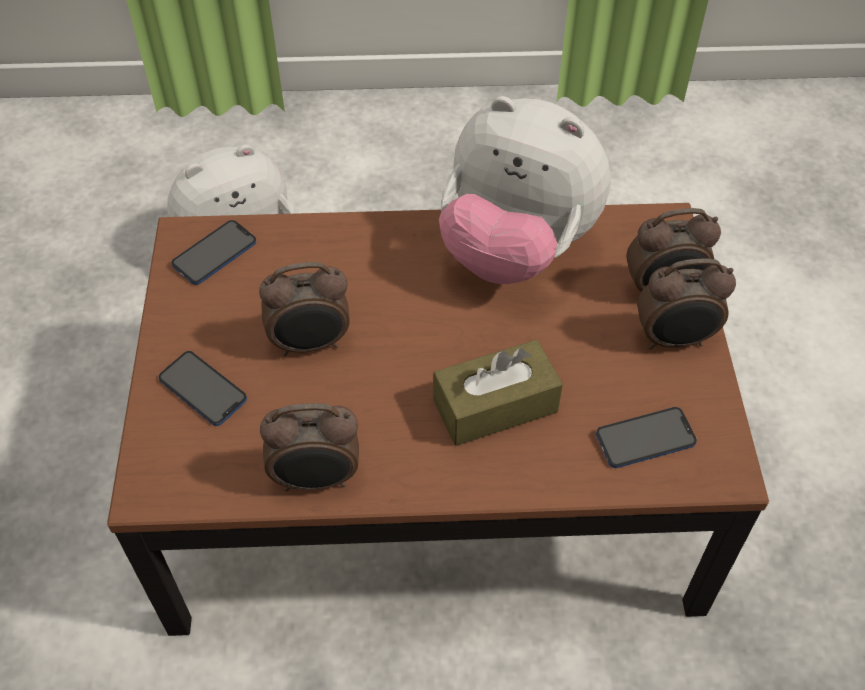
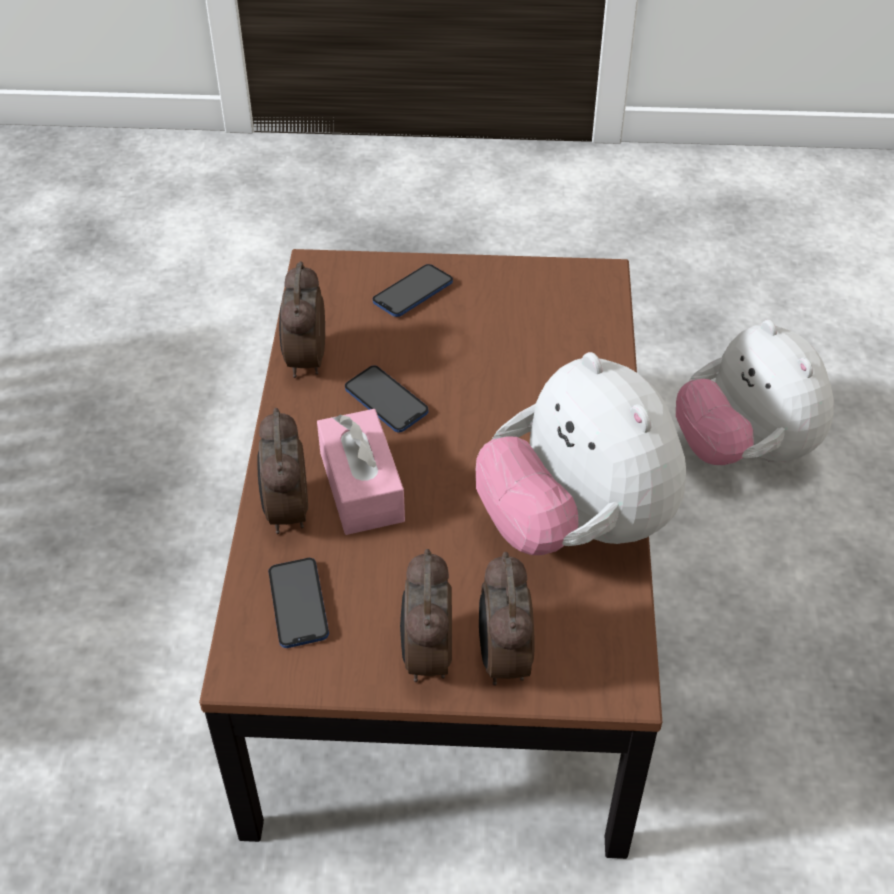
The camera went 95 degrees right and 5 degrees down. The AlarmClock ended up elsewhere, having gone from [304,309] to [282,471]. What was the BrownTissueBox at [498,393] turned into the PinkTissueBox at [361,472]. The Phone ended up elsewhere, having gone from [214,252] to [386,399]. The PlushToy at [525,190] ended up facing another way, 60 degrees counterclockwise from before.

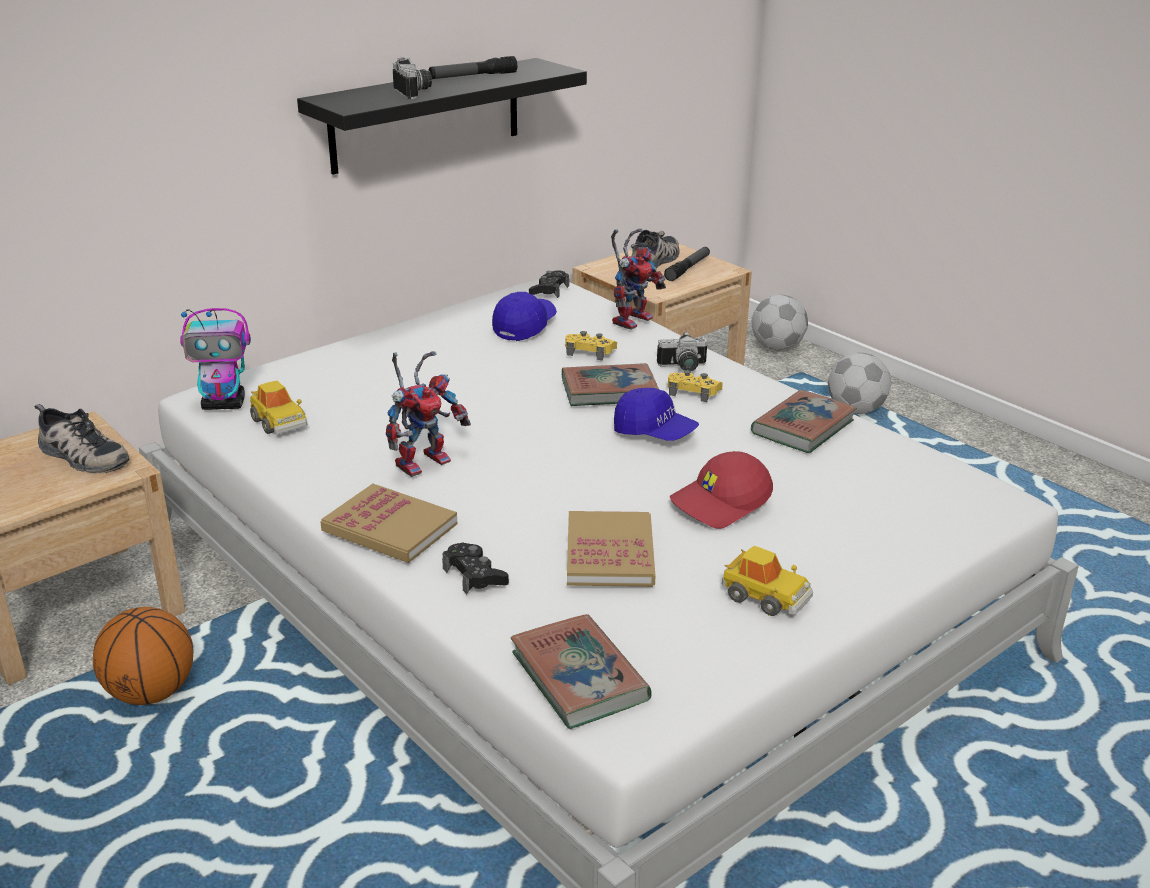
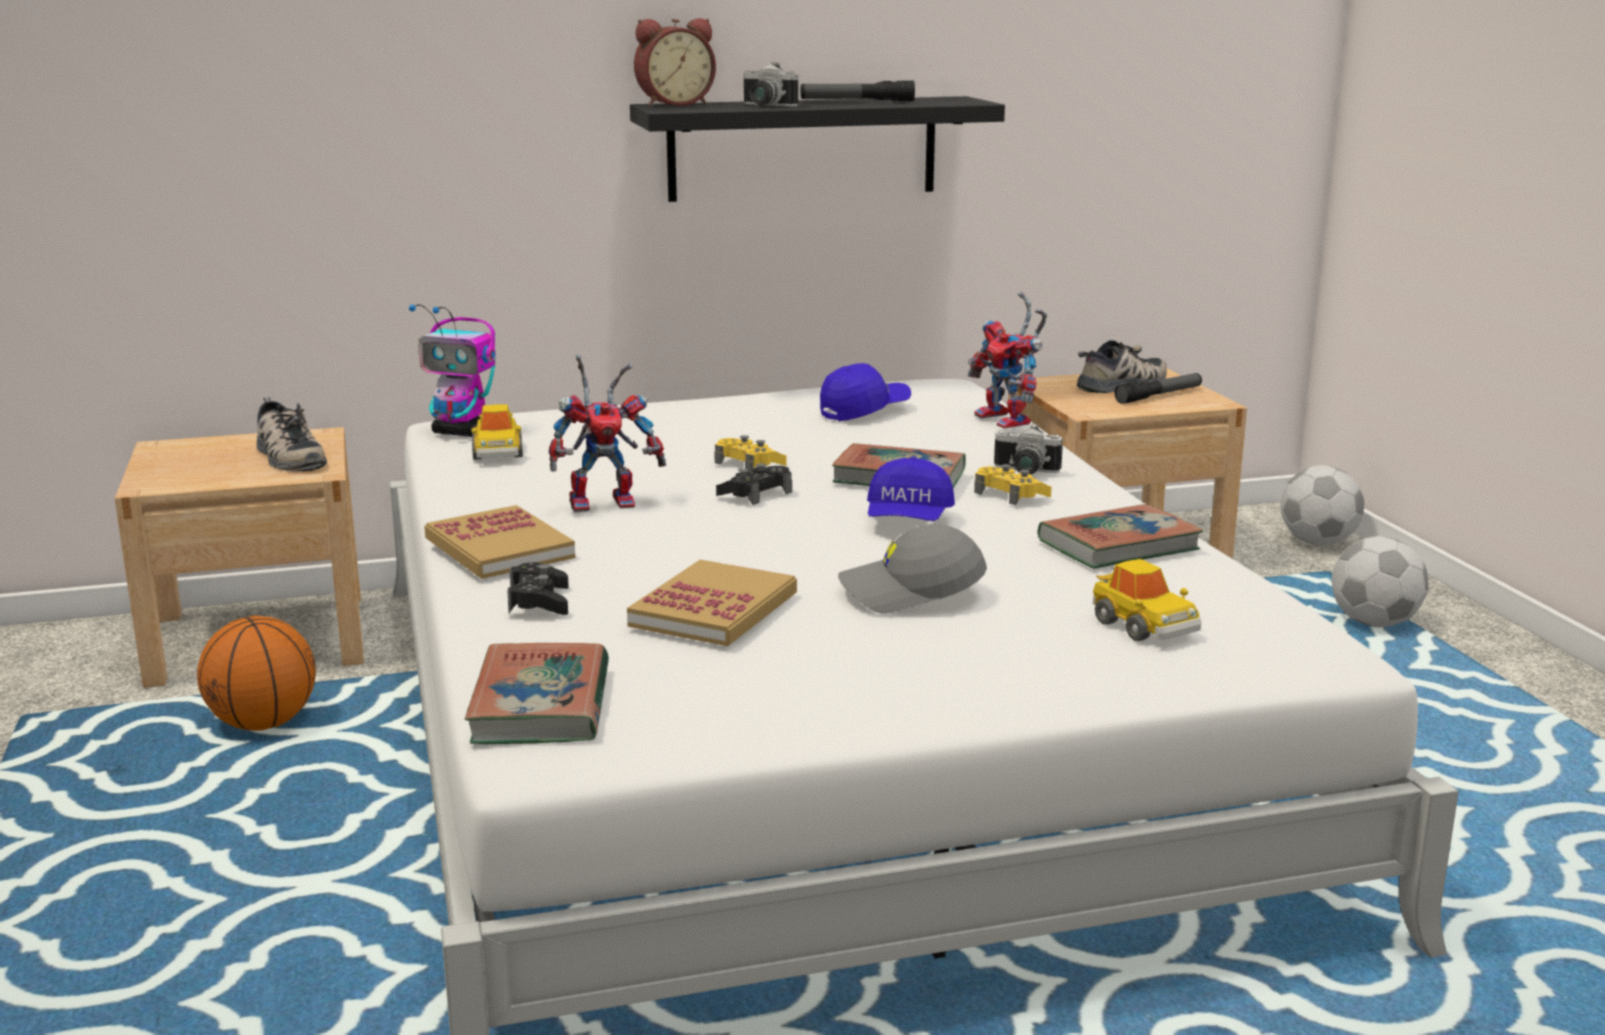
The camera went 25 degrees right and 10 degrees down. The second view gained the AlarmClock at [675,62]. The YellowGameController ended up elsewhere, having gone from [591,346] to [751,454]. The BlackGameController ended up elsewhere, having gone from [549,284] to [754,484]. The PhotoCamera at [412,78] ended up facing another way, 120 degrees clockwise from before. What was the RedCap at [721,490] turned into the GreyCap at [912,569]. The BlueCap at [656,414] ended up facing another way, 45 degrees clockwise from before. The ToyRobot at [638,279] ended up facing another way, 90 degrees clockwise from before. The ToyCar ended up elsewhere, having gone from [767,581] to [1147,600].

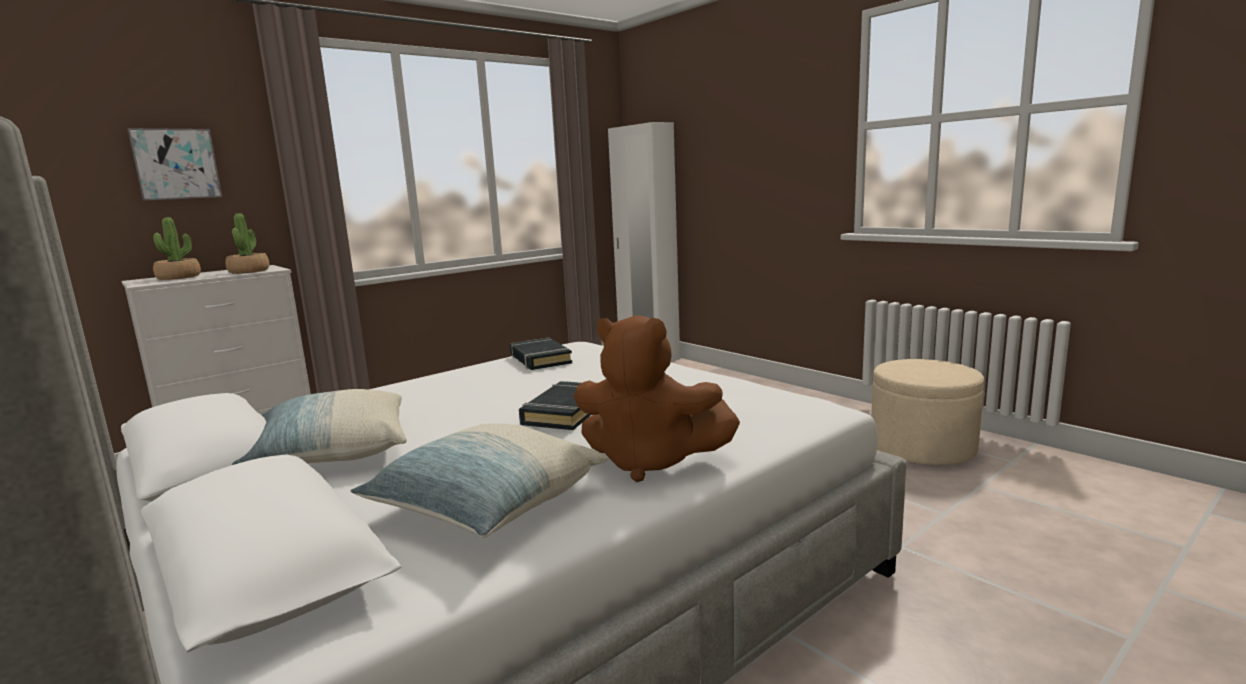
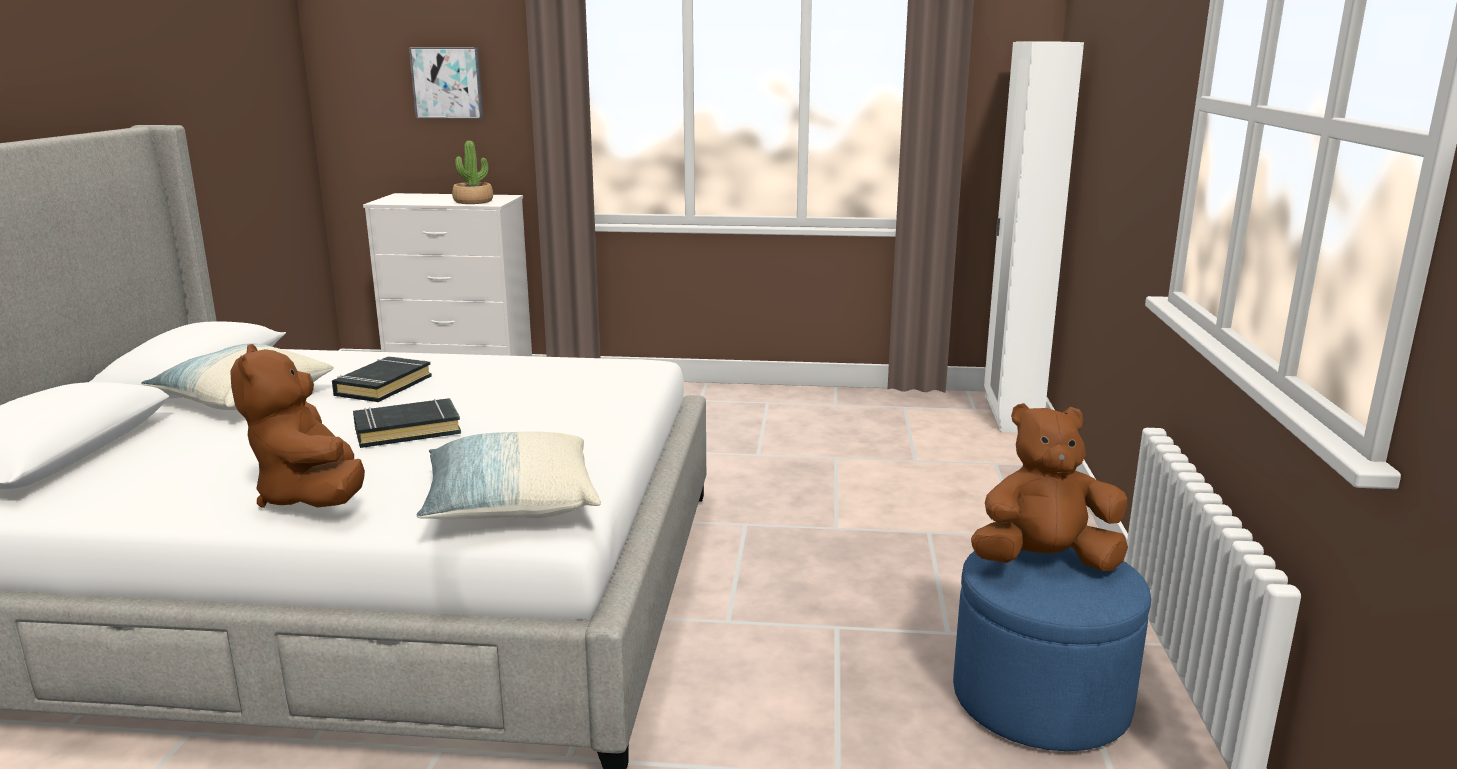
The camera went 45 degrees right and 5 degrees up. The BlackBook ended up elsewhere, having gone from [541,354] to [382,379]. The Pillow ended up elsewhere, having gone from [479,480] to [509,475]. What was the BeigeOttoman at [927,412] turned into the BlueOttoman at [1052,649]. The second view gained the BrownPlushToy at [1049,487]. The second view lost the PottedPlant at [177,248].

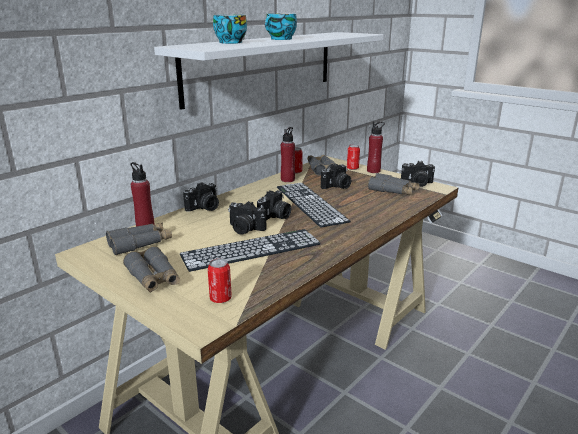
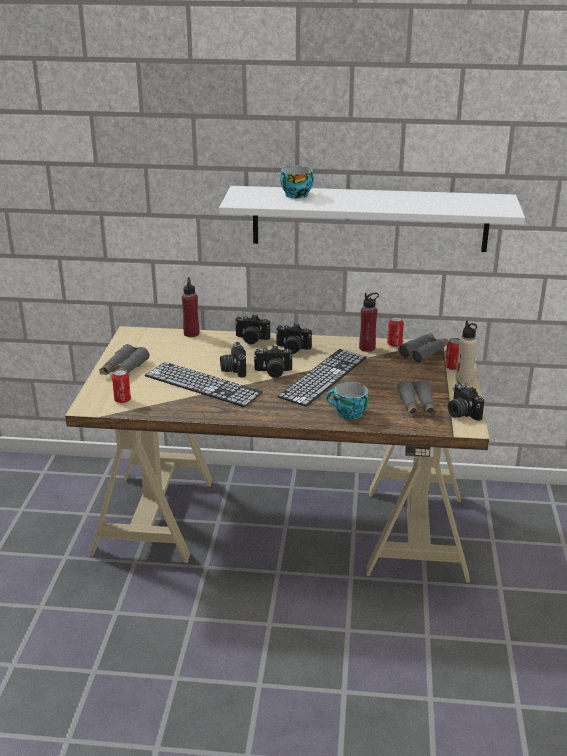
The camera went 55 degrees right and 5 degrees up. The PhotoCamera ended up elsewhere, having gone from [336,176] to [293,338]. The Cup ended up elsewhere, having gone from [281,26] to [347,401]. What was the RedBottle at [376,147] turned into the BeigeBottle at [466,352]. The second view lost the GreyBinoculars at [139,239].

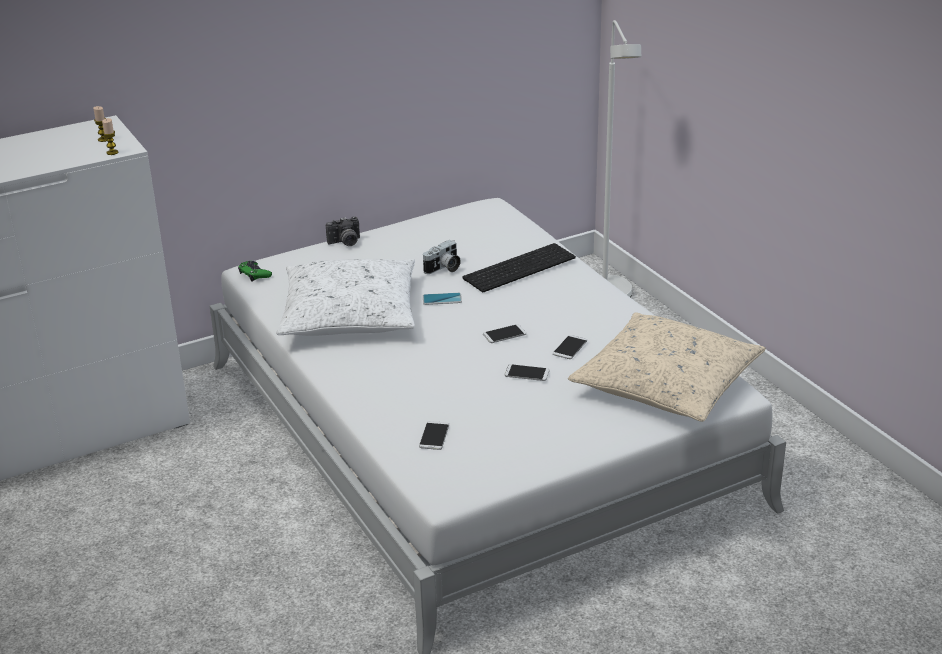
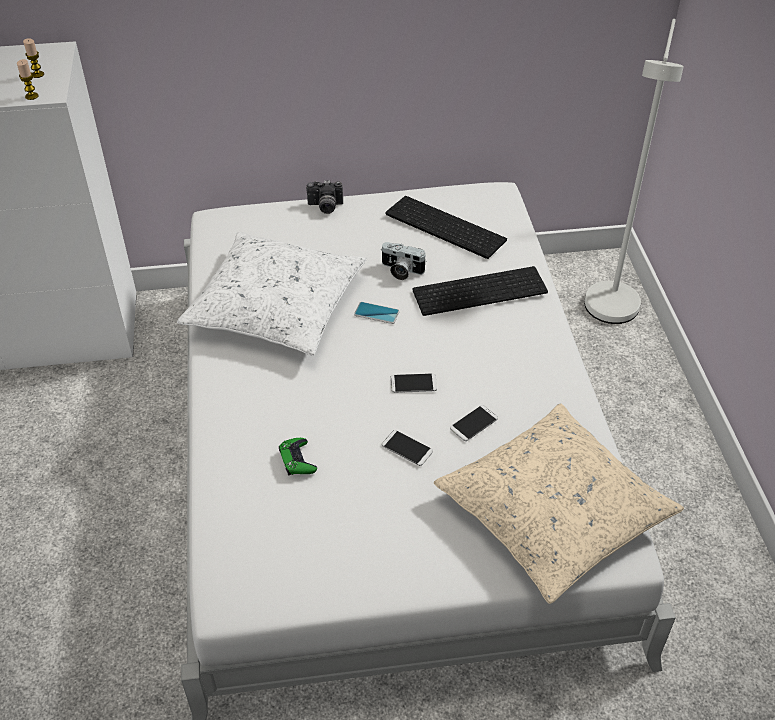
The camera went 20 degrees right and 15 degrees up. The GreenGameController ended up elsewhere, having gone from [255,271] to [298,456]. The PhotoCamera at [442,257] ended up facing another way, 45 degrees clockwise from before. The second view gained the Keyboard at [446,227]. The second view lost the Phone at [434,435].

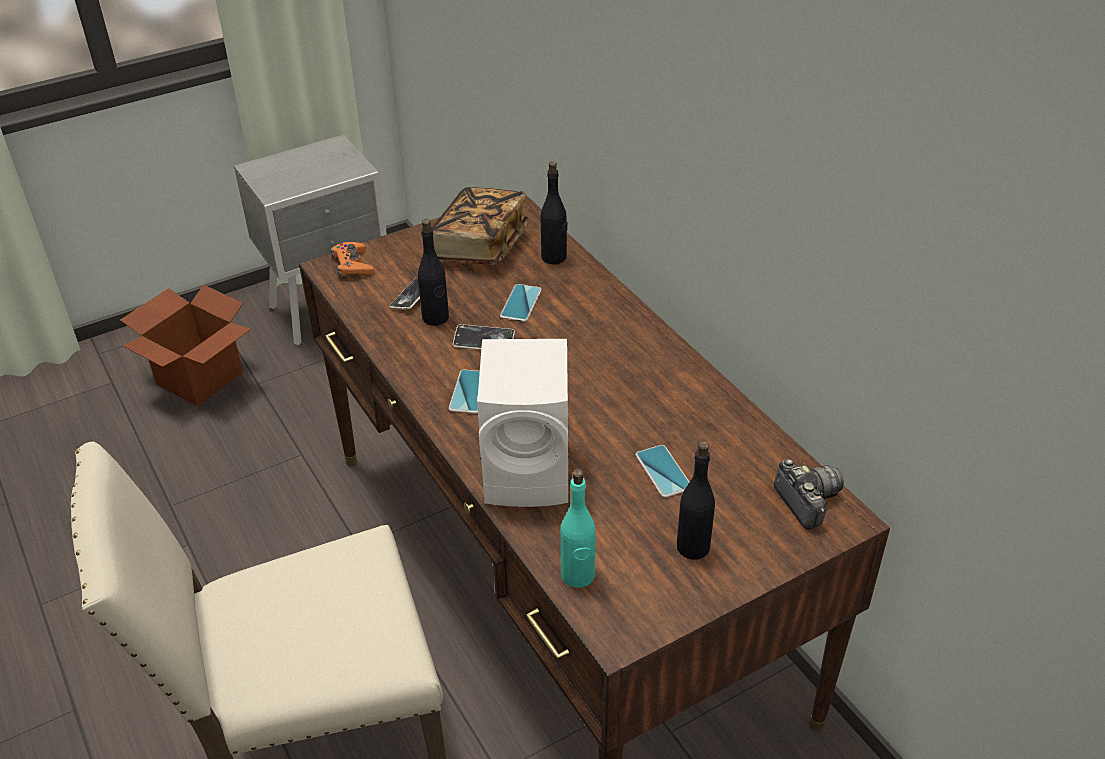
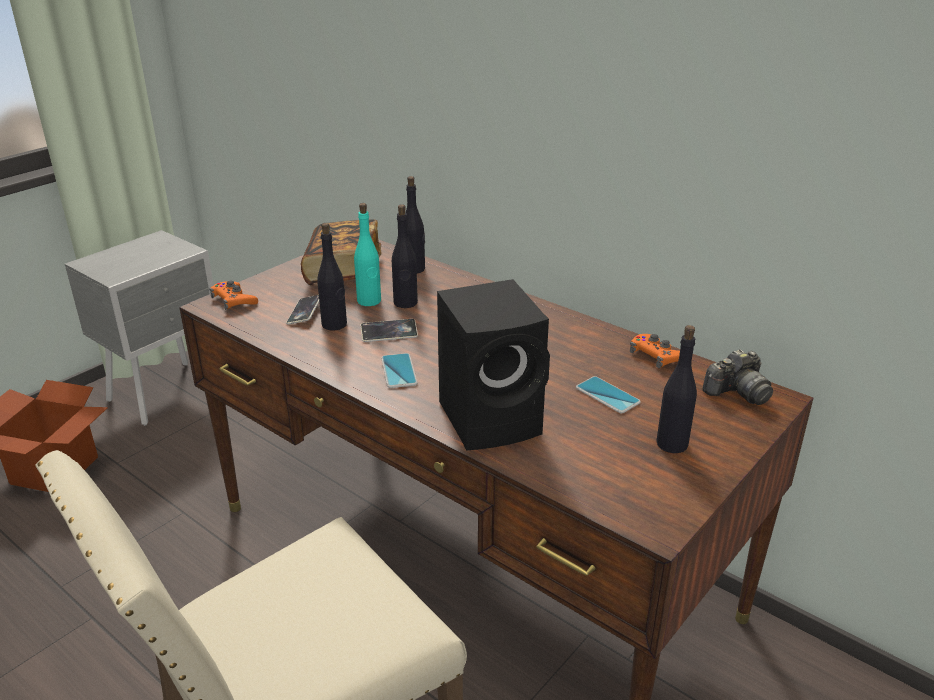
The camera went 20 degrees left and 10 degrees down. The TurquoiseBottle ended up elsewhere, having gone from [578,528] to [367,254]. Where the Phone stood at [521,303], the BlackBottle came to stand at [405,256]. What was the WhiteSpeaker at [522,423] turned into the BlackSpeaker at [493,364]. The second view gained the OrangeGameController at [655,351]. The PhotoCamera at [809,494] ended up facing another way, 105 degrees clockwise from before.

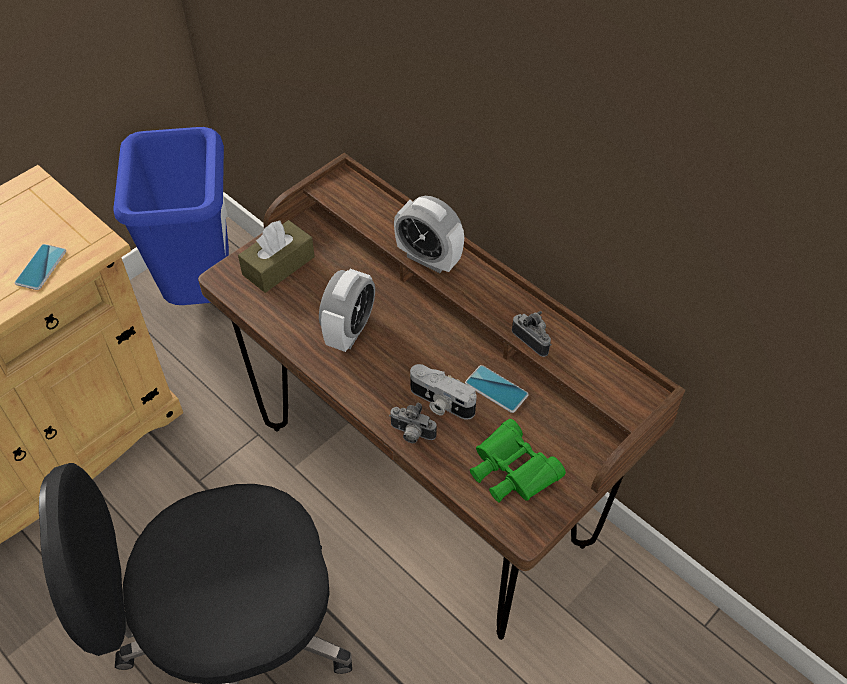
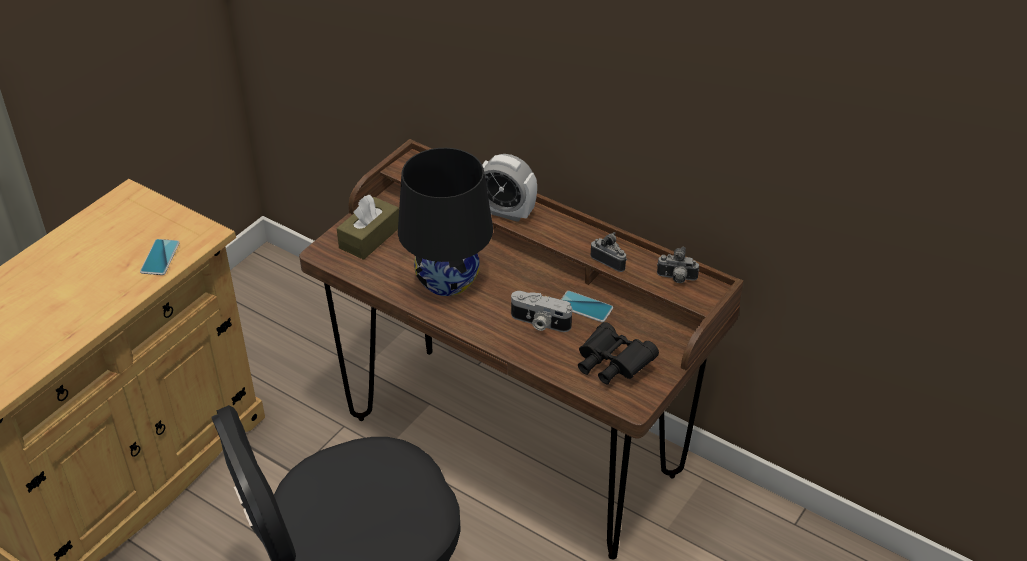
The camera went 10 degrees left and 10 degrees down. Where the AlarmClock stood at [347,310], the BlackTableLamp came to stand at [445,222]. What was the GreenBinoculars at [518,461] turned into the BlackBinoculars at [618,353]. The PhotoCamera ended up elsewhere, having gone from [413,423] to [678,265]. The second view lost the BlueTrashCan at [171,216].

